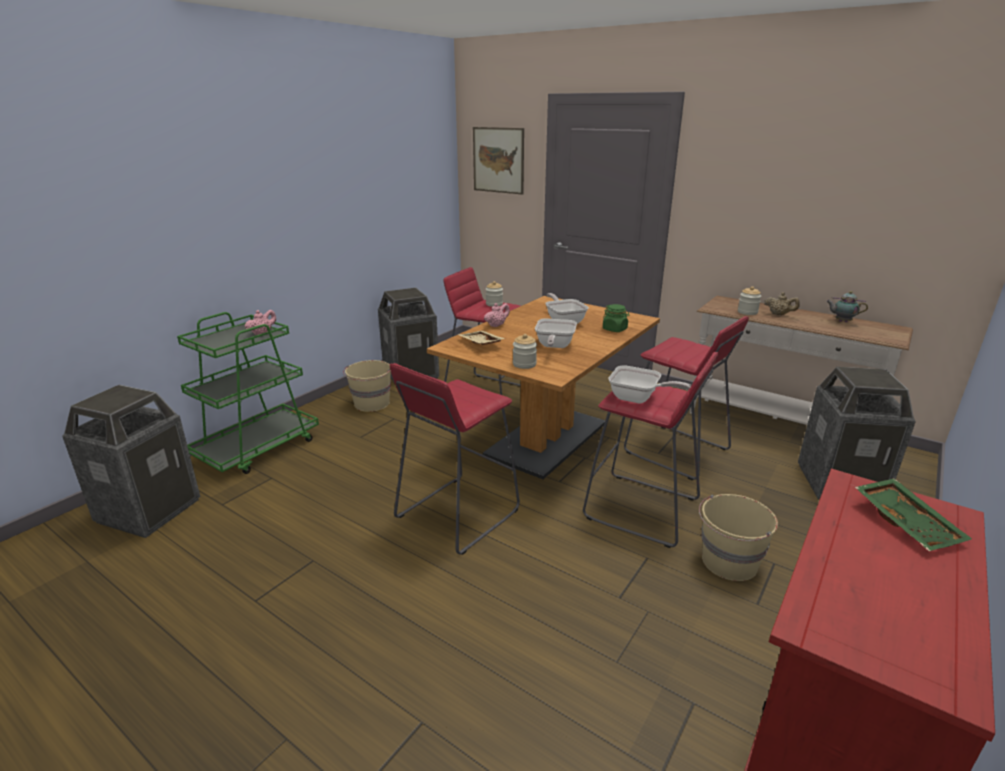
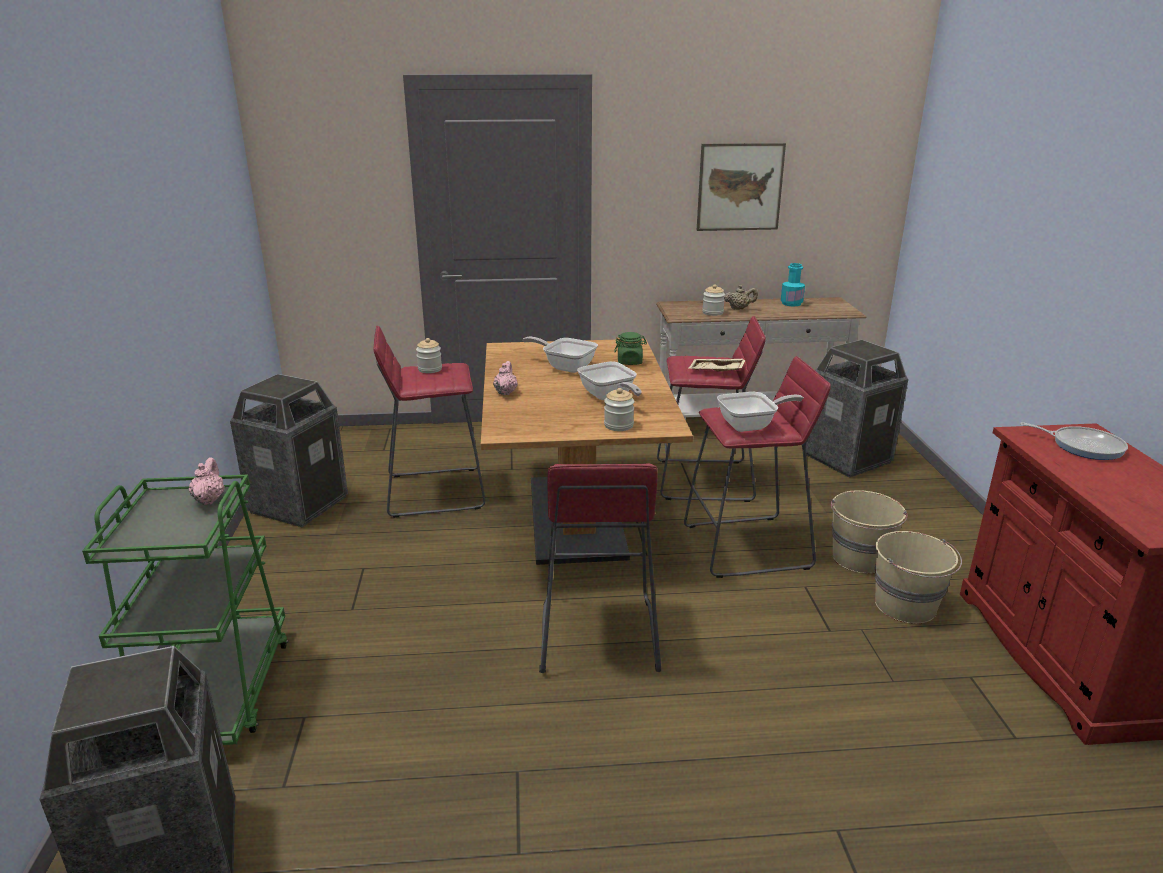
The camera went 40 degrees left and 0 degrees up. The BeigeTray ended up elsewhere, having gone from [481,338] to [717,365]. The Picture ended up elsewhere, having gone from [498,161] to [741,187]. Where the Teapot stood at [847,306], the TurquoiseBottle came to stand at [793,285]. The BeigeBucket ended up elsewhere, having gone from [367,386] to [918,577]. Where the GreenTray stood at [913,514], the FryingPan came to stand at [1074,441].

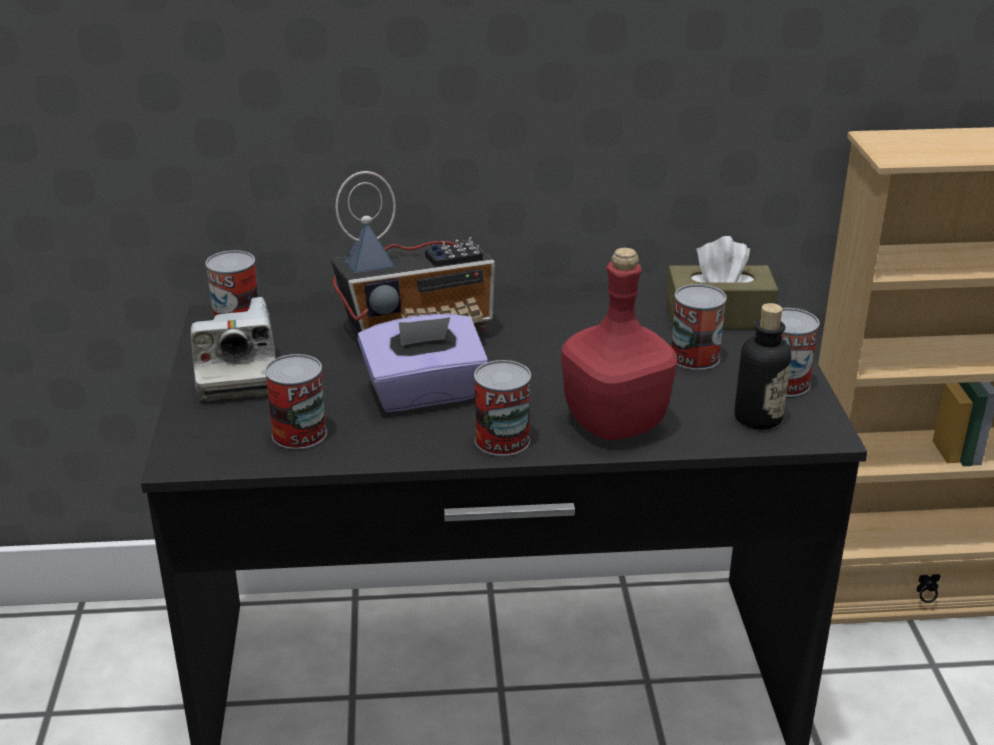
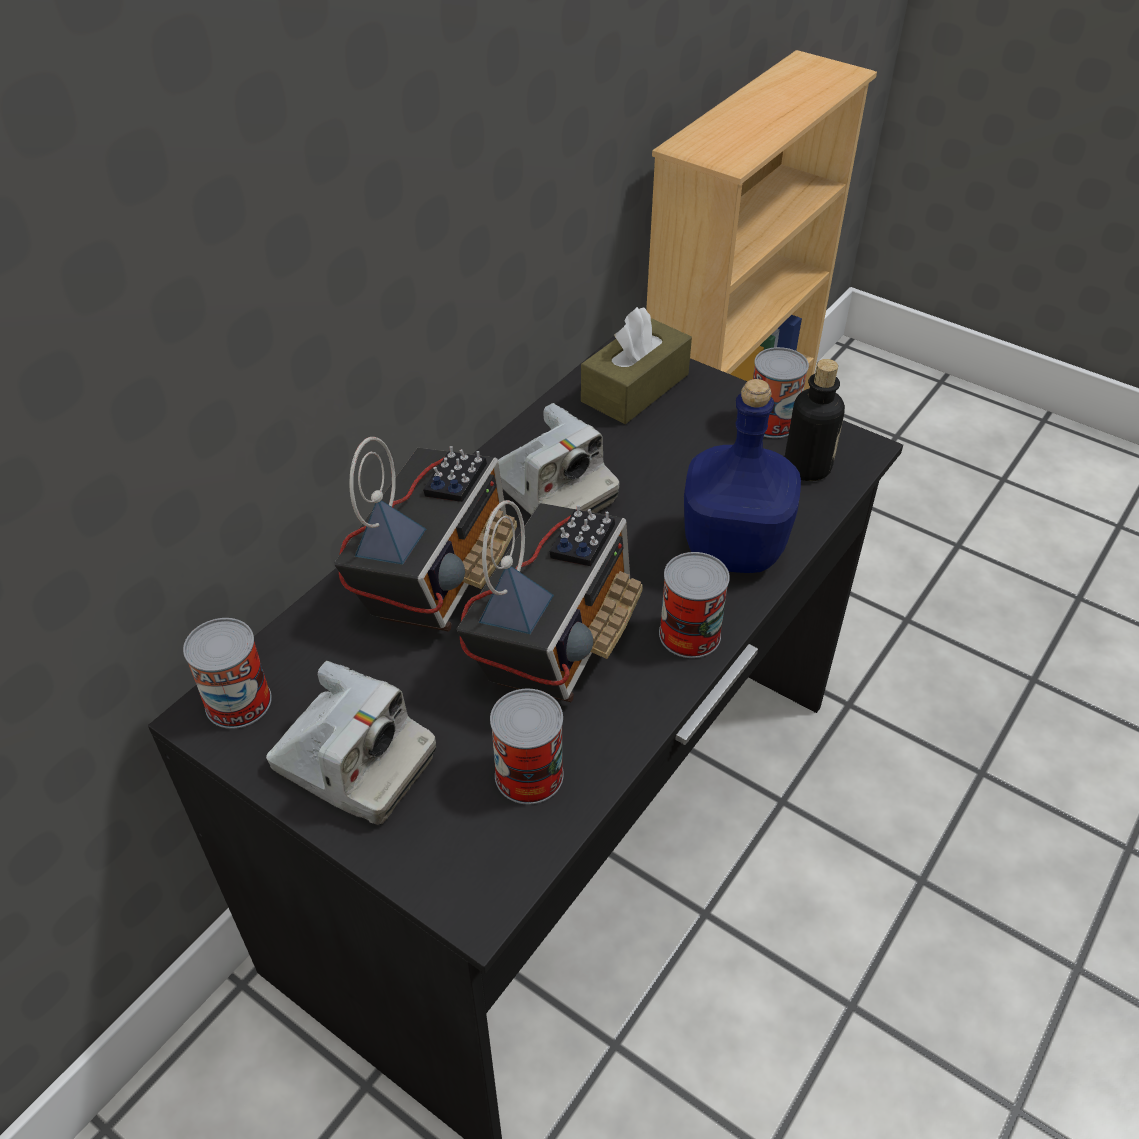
The camera went 50 degrees left and 15 degrees up. Where the PurpleTissueBox stood at [422,363], the Radio came to stand at [549,601]. The second view gained the PhotoCamera at [558,459]. What was the RedBottle at [619,344] turned into the BlueBottle at [742,476]. The second view lost the Can at [699,327].

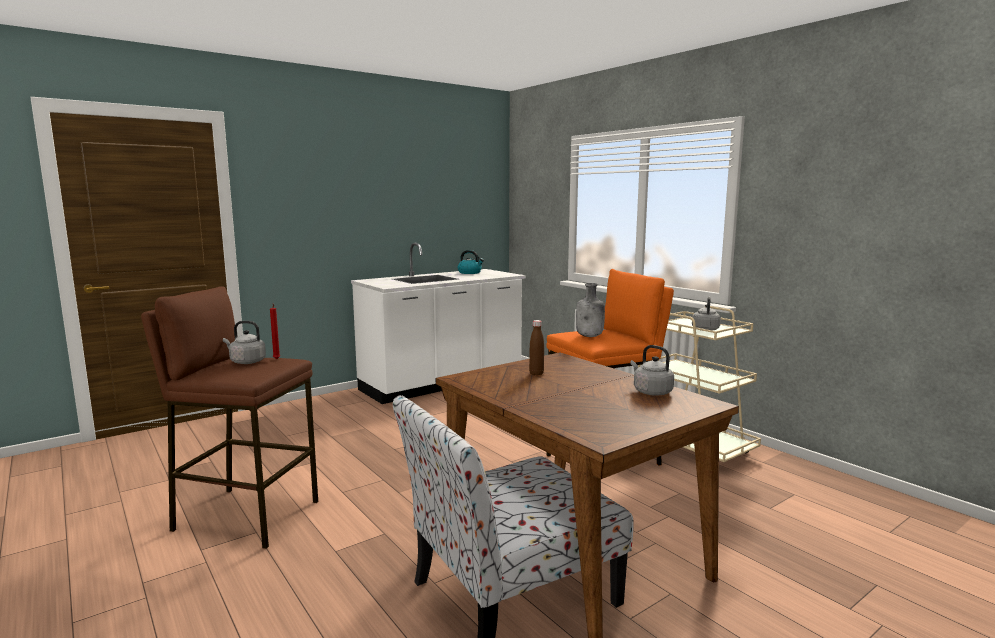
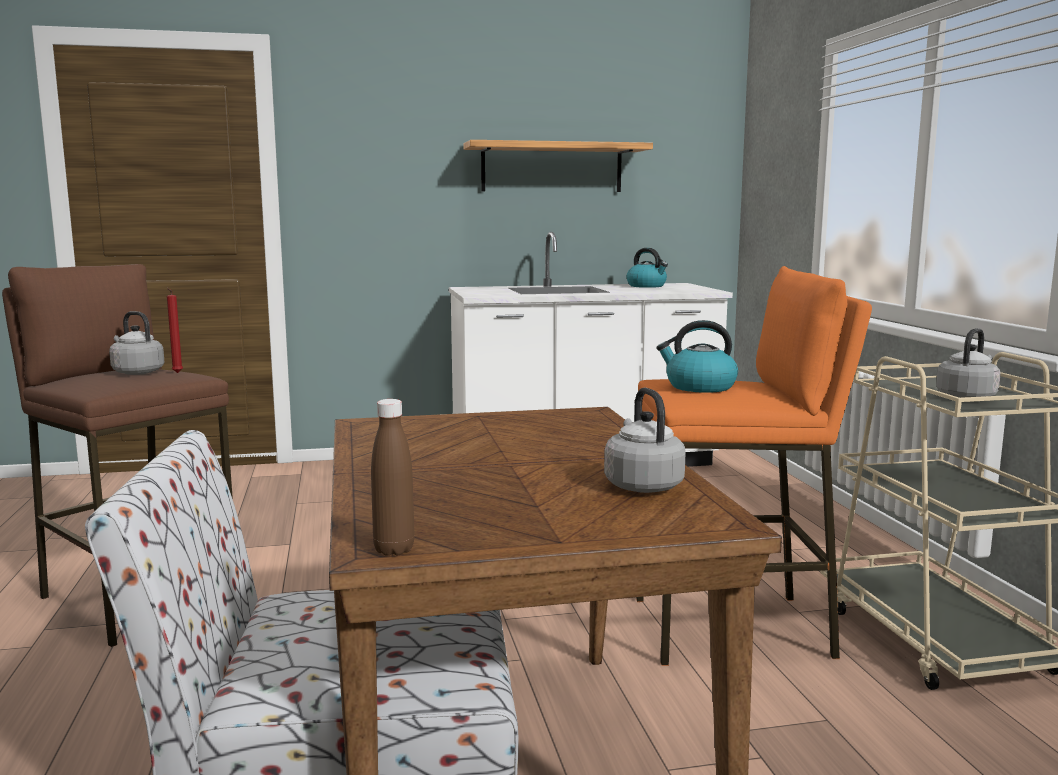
The camera went 25 degrees right and 0 degrees up. The BrownBottle ended up elsewhere, having gone from [536,348] to [393,477]. The second view gained the Shelf at [558,166]. Where the GreyBottle stood at [590,310], the Kettle came to stand at [697,356].

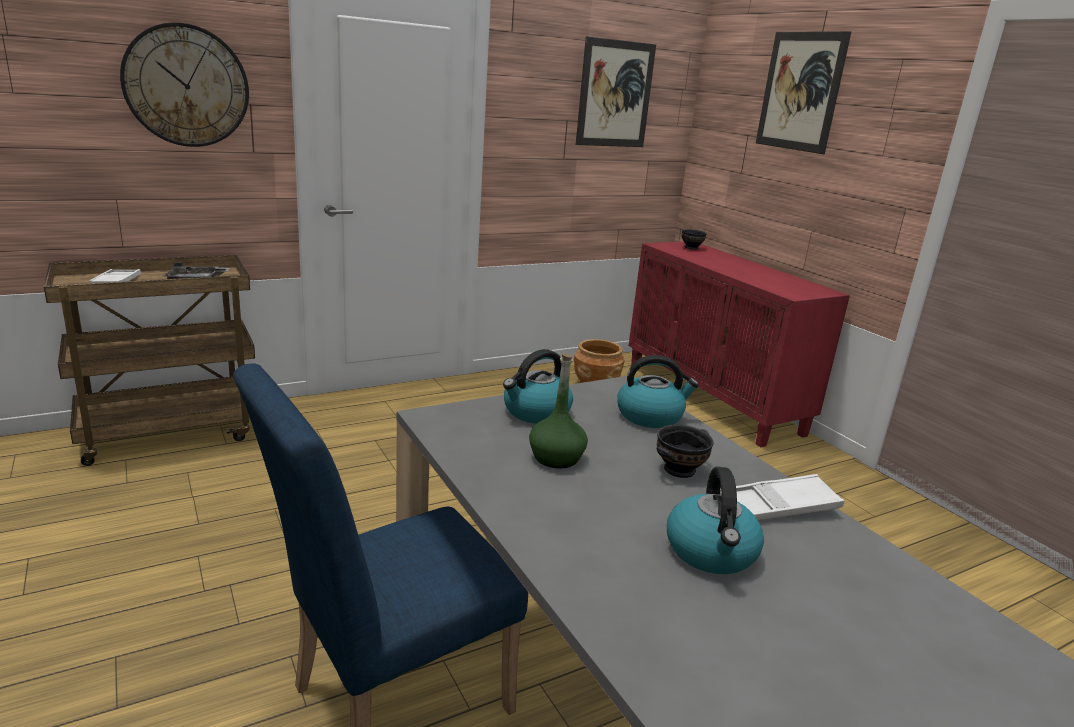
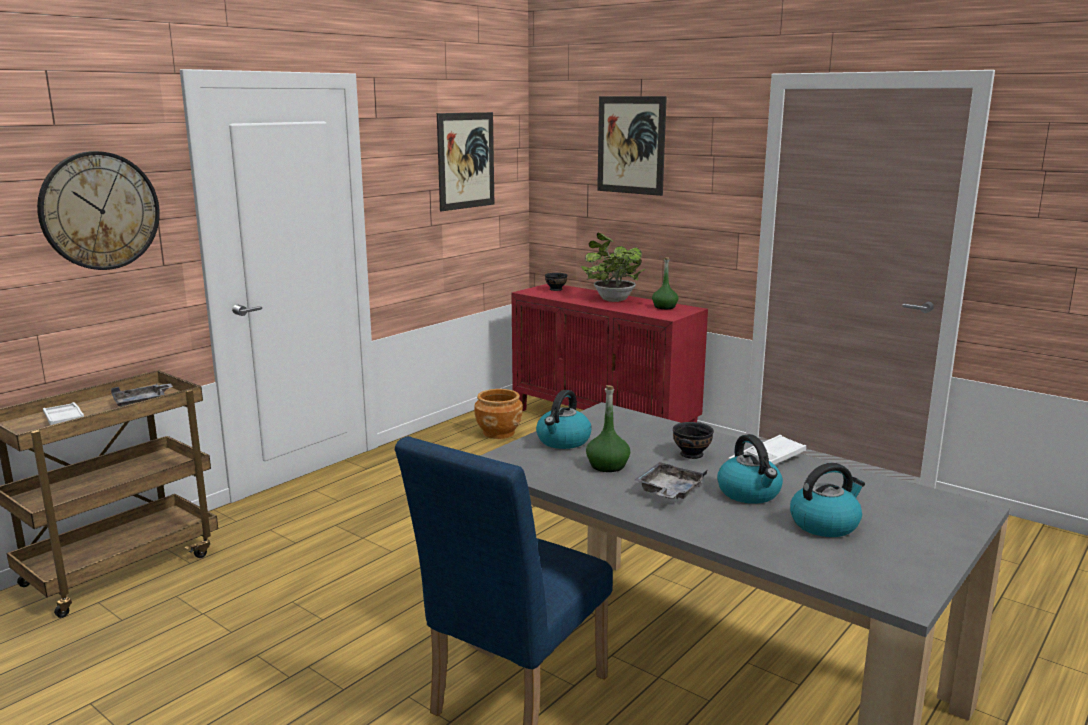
The camera went 20 degrees left and 5 degrees down. The second view gained the PottedPlant at [613,267]. The second view gained the GreyTray at [671,480]. The second view gained the GreenBottle at [665,283]. The Kettle ended up elsewhere, having gone from [658,391] to [827,500].

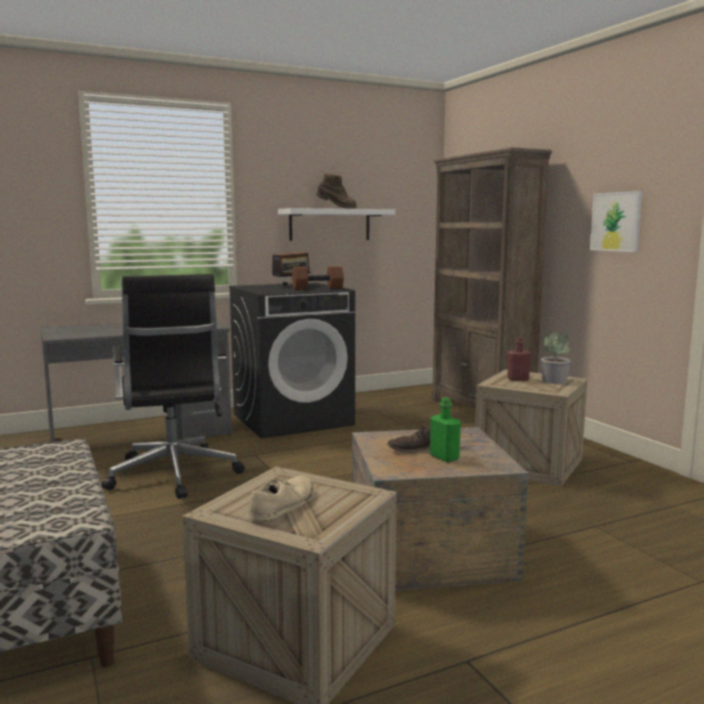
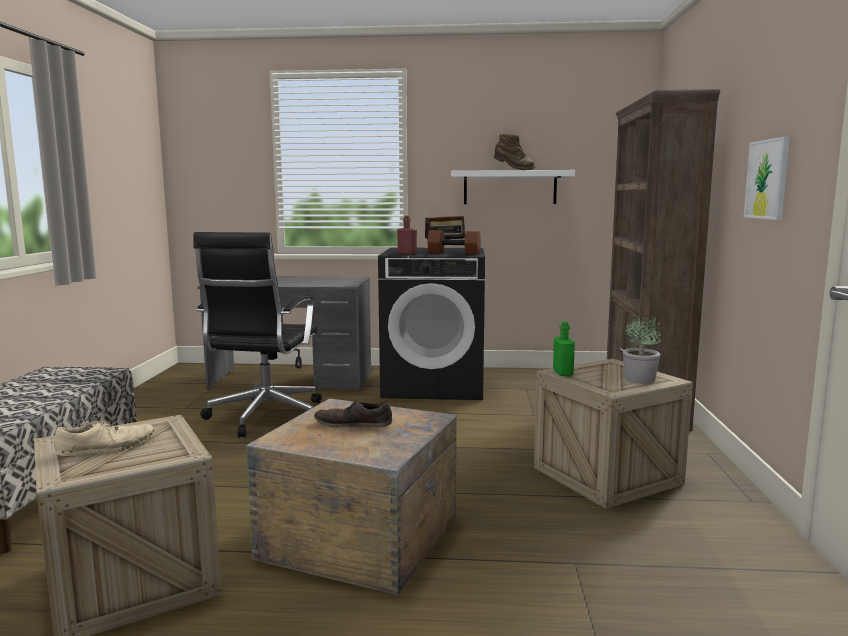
The camera went 30 degrees right and 0 degrees up. The RedBottle ended up elsewhere, having gone from [519,359] to [407,235]. The GreenBottle ended up elsewhere, having gone from [445,429] to [564,348].

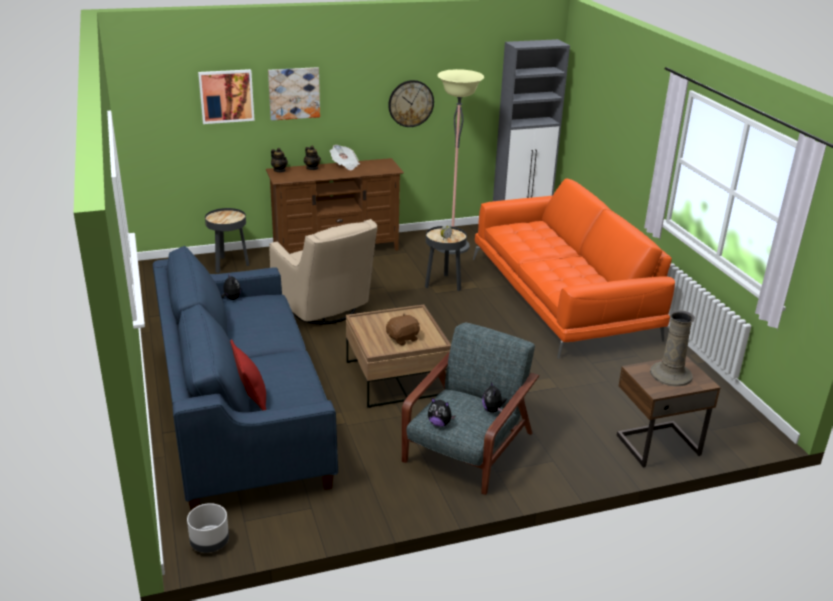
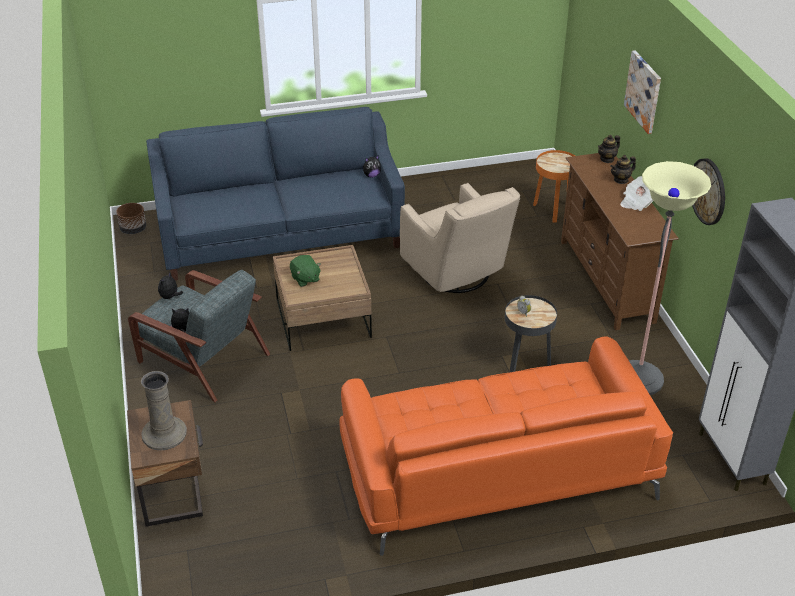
The camera went 95 degrees right and 10 degrees up. What was the GreyPlanter at [208,528] turned into the BrownPlanter at [131,218]. What was the BrownPlushToy at [403,329] turned into the GreenPlushToy at [305,271]. The BeigeArmchair at [323,272] ended up facing another way, 90 degrees counterclockwise from before. What was the BlackSideTable at [227,240] turned into the OrangeSideTable at [554,186]. The second view lost the Picture at [226,96]. The second view lost the RedPillow at [248,375].

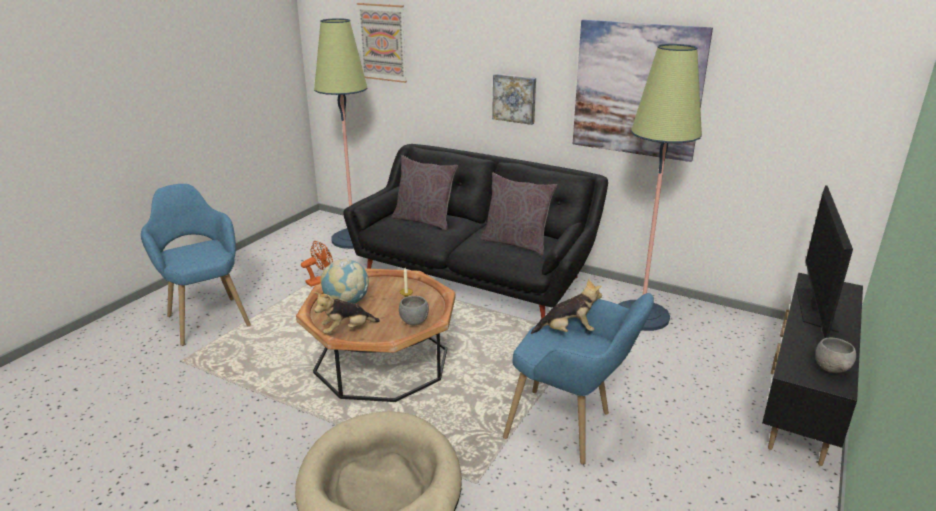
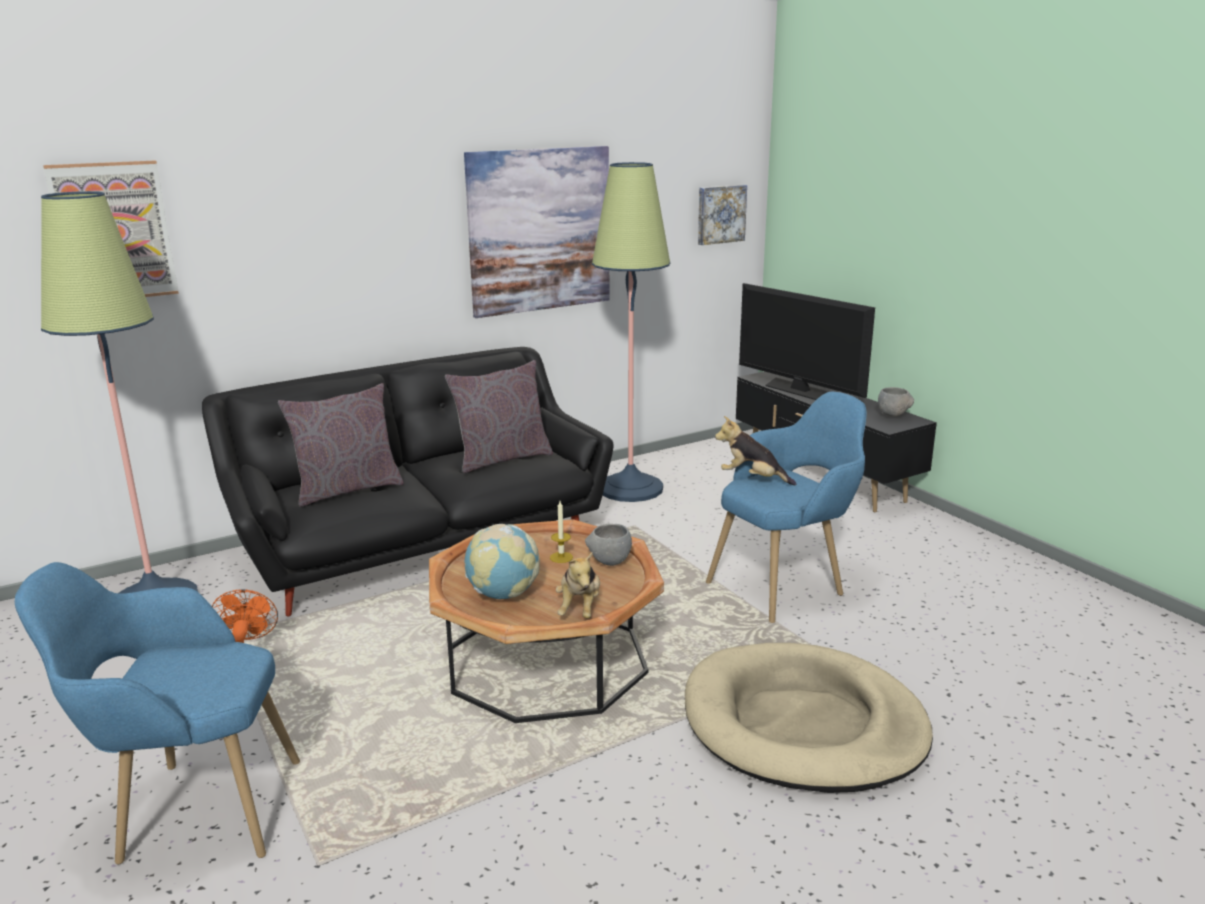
The camera went 60 degrees left and 5 degrees down. The Picture ended up elsewhere, having gone from [514,99] to [722,215]. The PlushToy at [566,306] ended up facing another way, 90 degrees counterclockwise from before.

